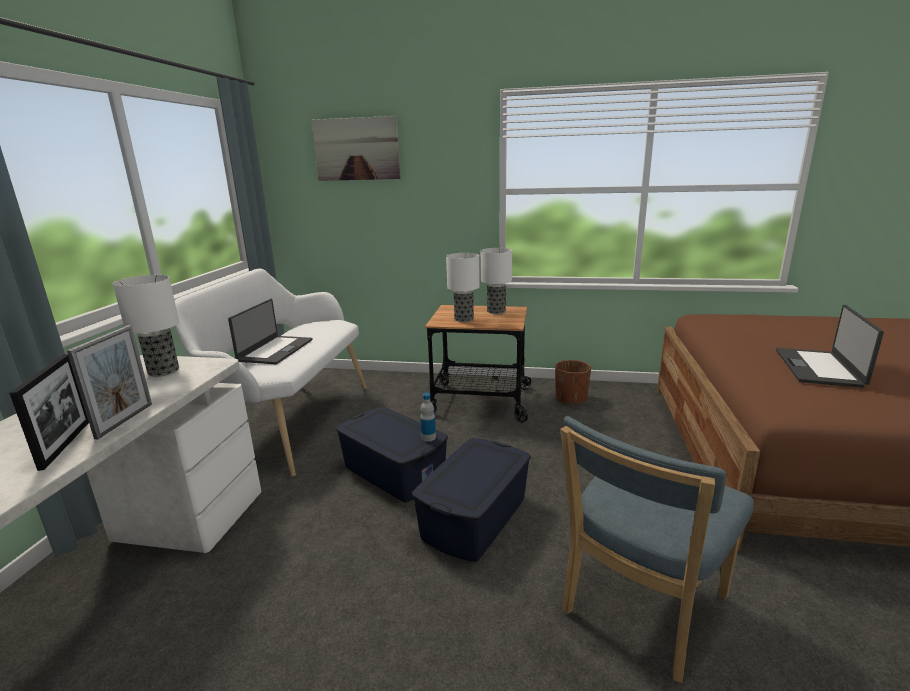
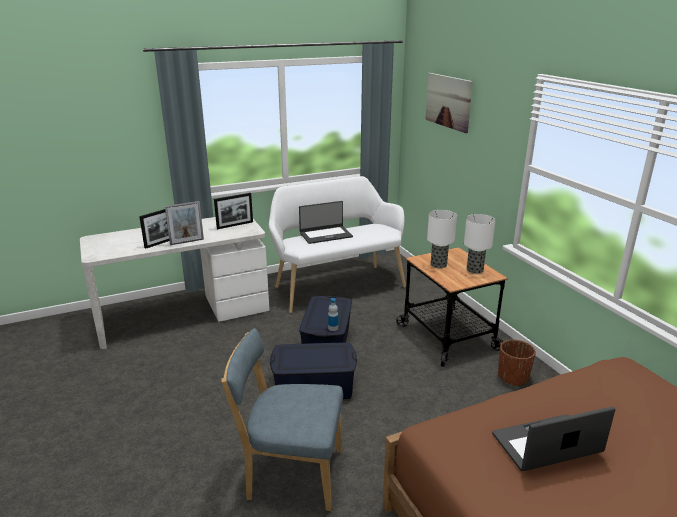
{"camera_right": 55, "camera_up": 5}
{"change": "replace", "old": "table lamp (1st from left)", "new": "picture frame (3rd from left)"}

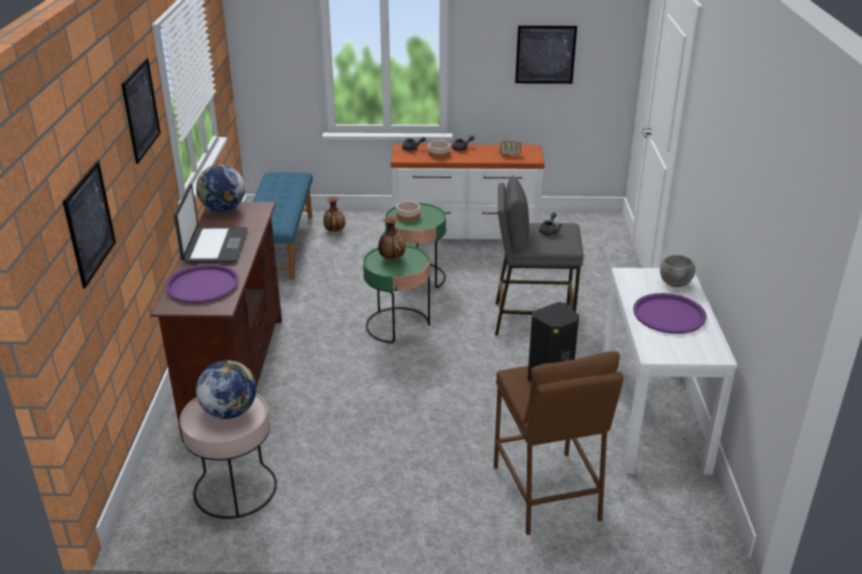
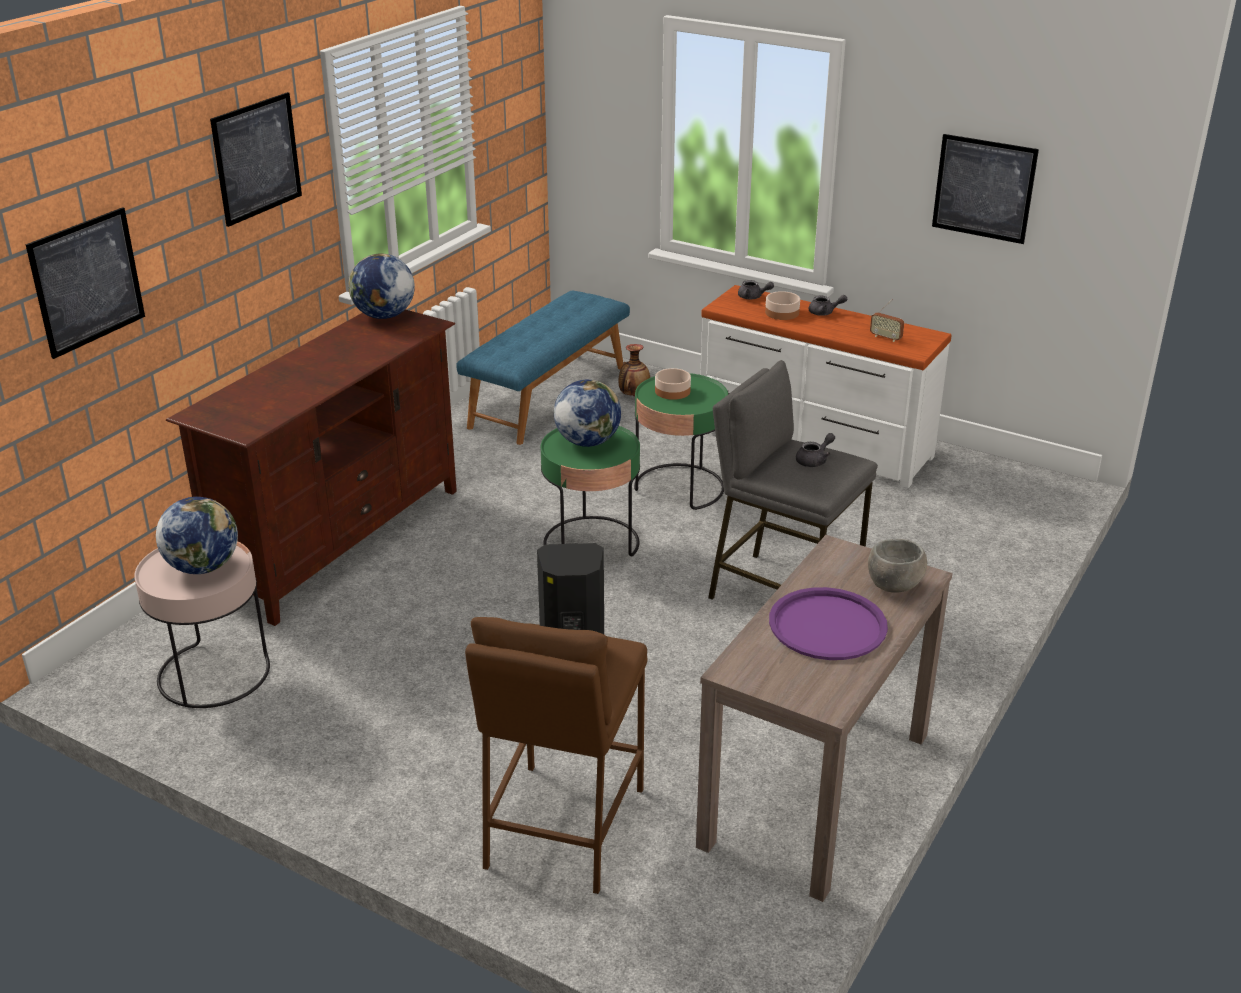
{"camera_right": 30, "camera_up": 0}
{"change": "delete", "old": "purple tray (1st from left)"}
{"change": "delete", "old": "laptop"}
{"change": "replace", "old": "vase (2nd from left)", "new": "globe (3rd from left)"}
{"change": "recolor", "old": "white console table", "new": "brown console table"}

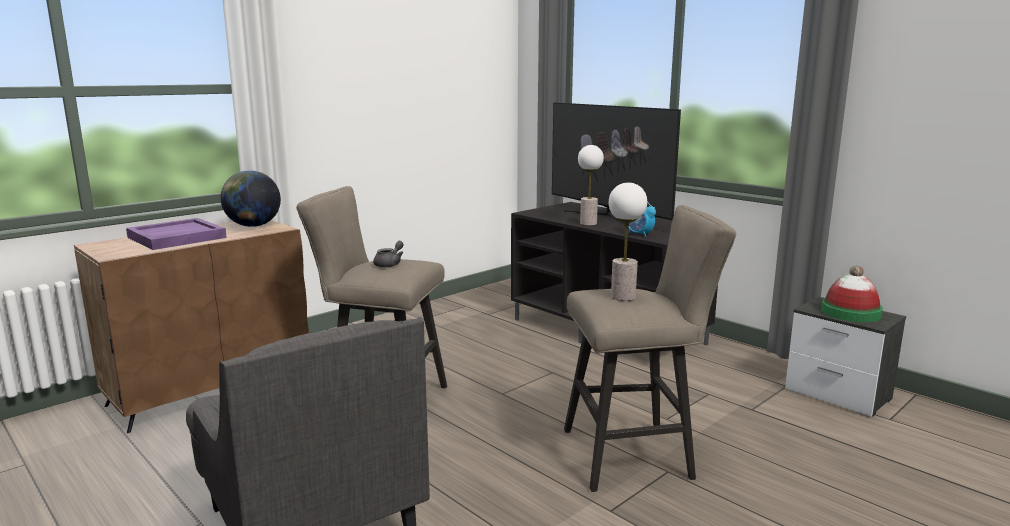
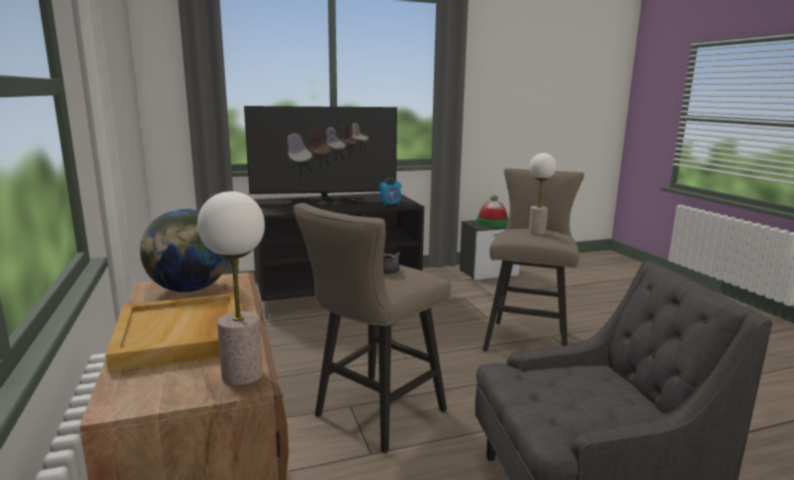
{"camera_right": -65, "camera_up": 0}
{"change": "recolor", "old": "purple tray", "new": "beige tray"}
{"change": "move", "old": "table lamp (1st from left)"}

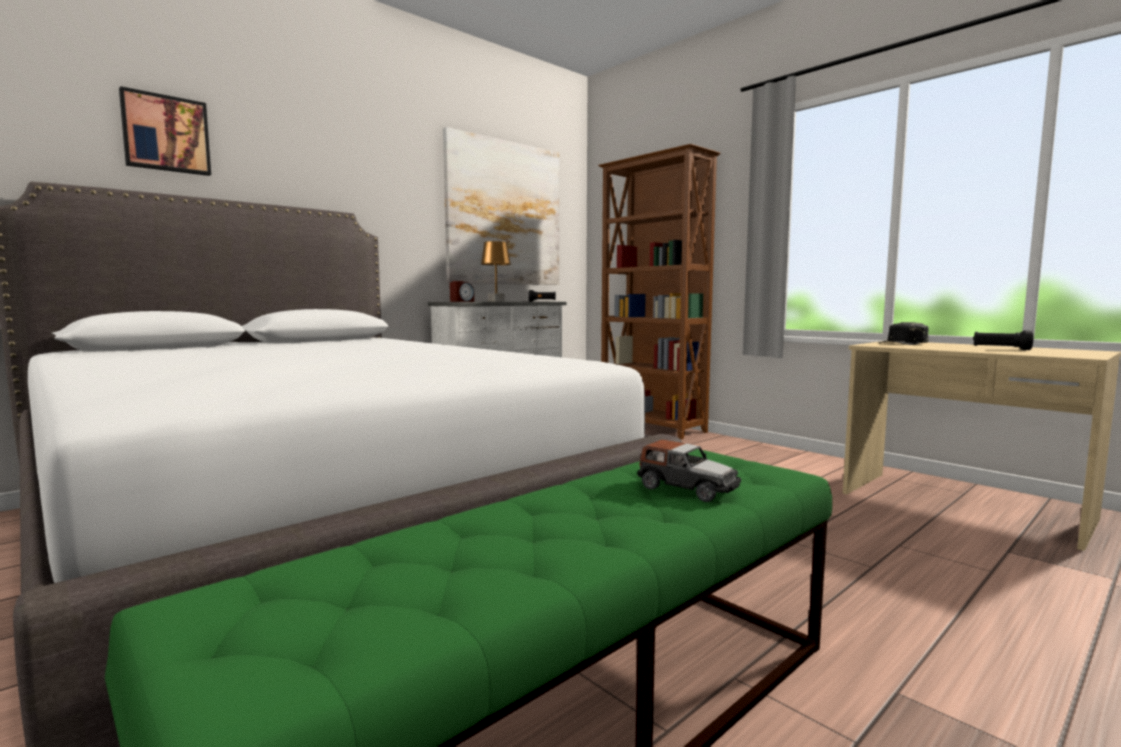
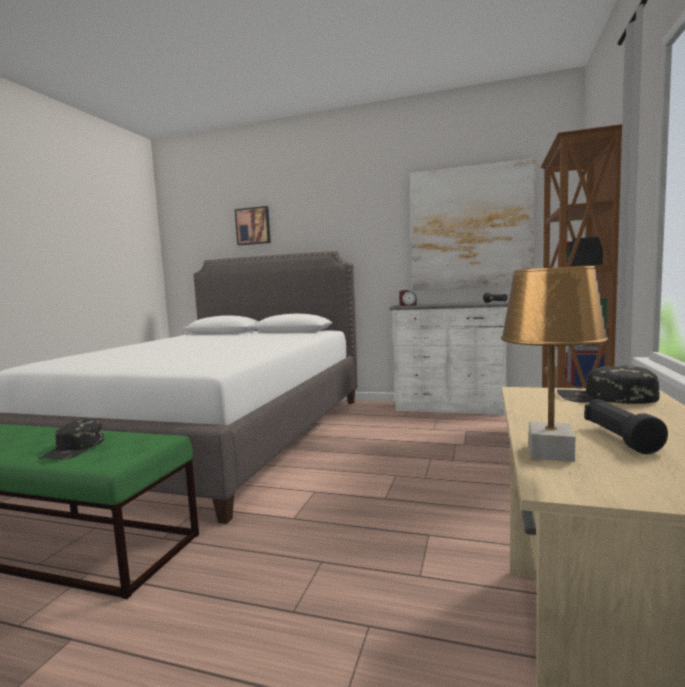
{"camera_right": 60, "camera_up": 0}
{"change": "move", "old": "brown table lamp"}
{"change": "replace", "old": "toy car", "new": "black cap (1st from left)"}

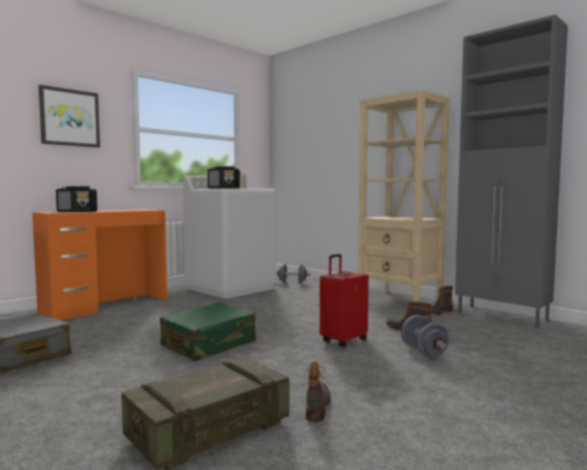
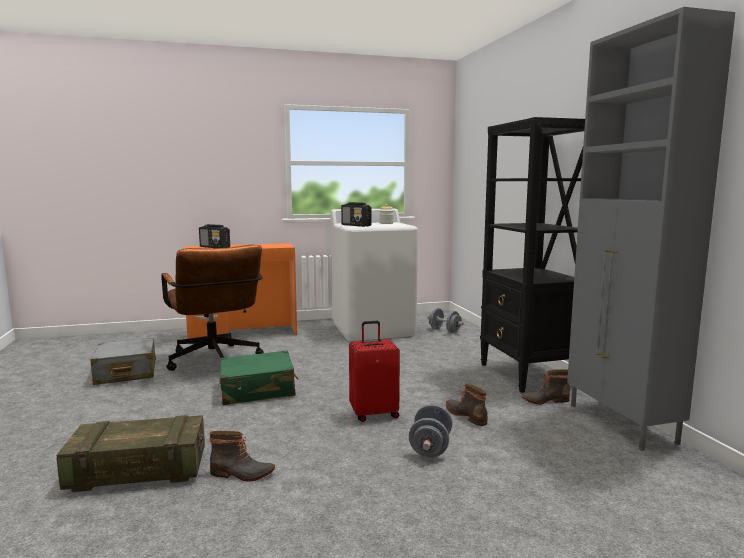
{"camera_right": 30, "camera_up": 5}
{"change": "delete", "old": "picture"}
{"change": "rotate", "old": "boot (1st from left)", "degrees": 60}
{"change": "recolor", "old": "beige bookcase", "new": "black bookcase"}
{"change": "insert", "new": "brown office chair"}

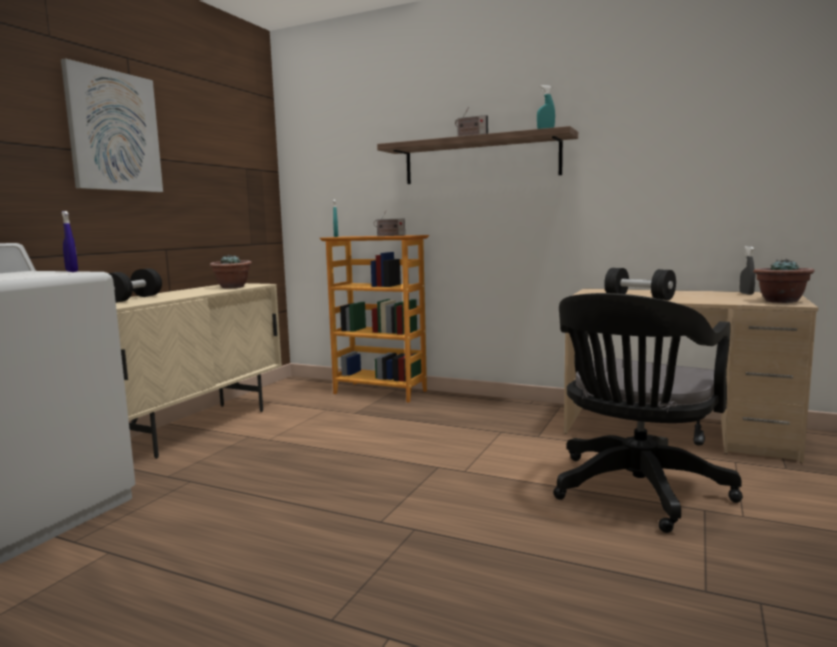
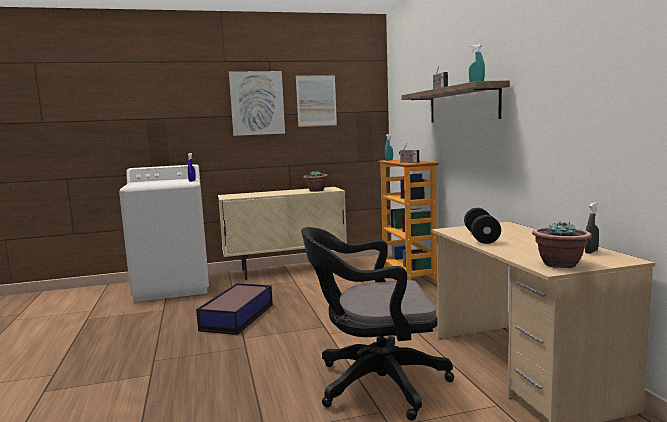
{"camera_right": 50, "camera_up": 0}
{"change": "delete", "old": "black dumbbell (1st from left)"}
{"change": "insert", "new": "storage box"}
{"change": "insert", "new": "picture (2nd from left)"}

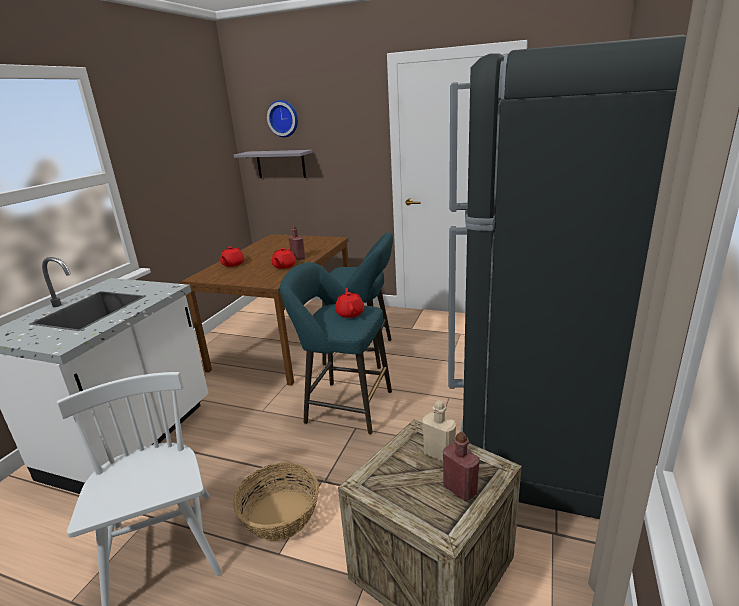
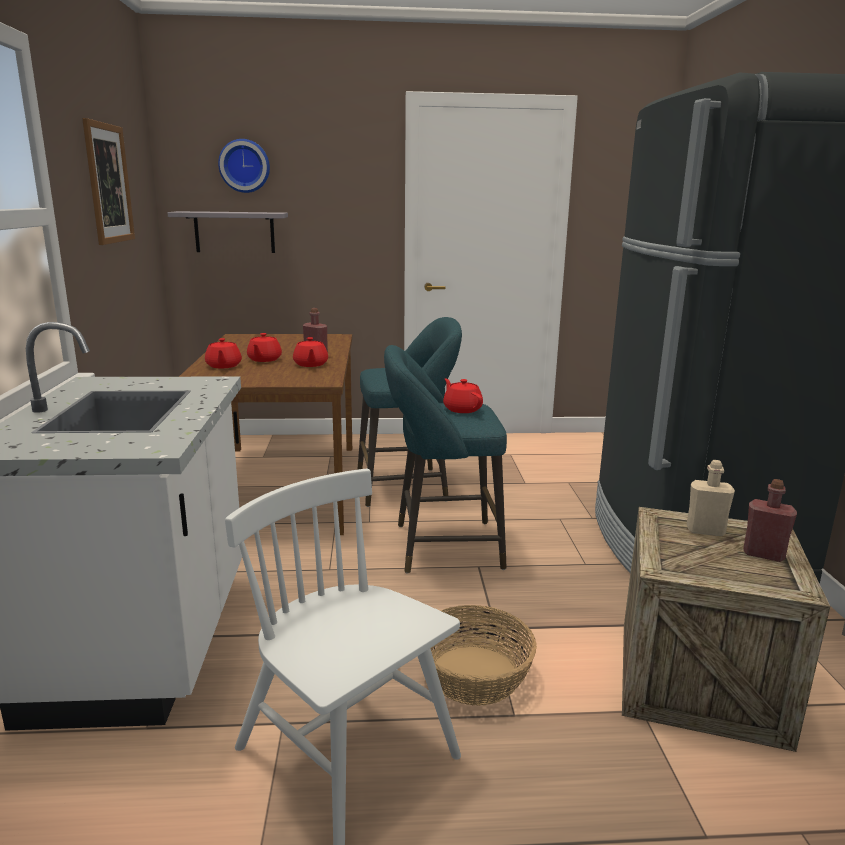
{"camera_right": -25, "camera_up": -5}
{"change": "insert", "new": "picture"}
{"change": "insert", "new": "red teapot (2nd from left)"}

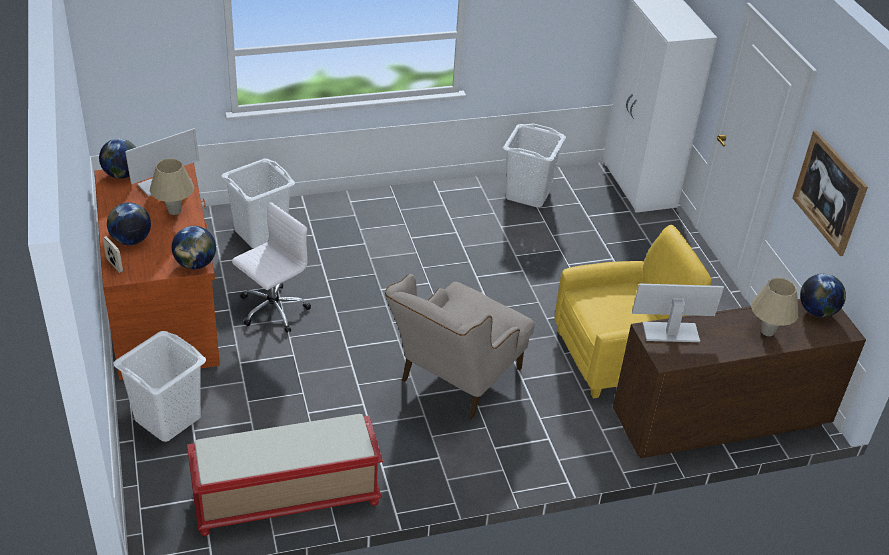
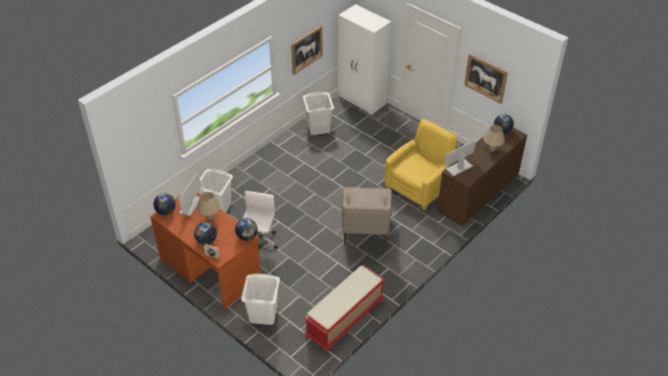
{"camera_right": -30, "camera_up": 5}
{"change": "insert", "new": "picture (1st from left)"}

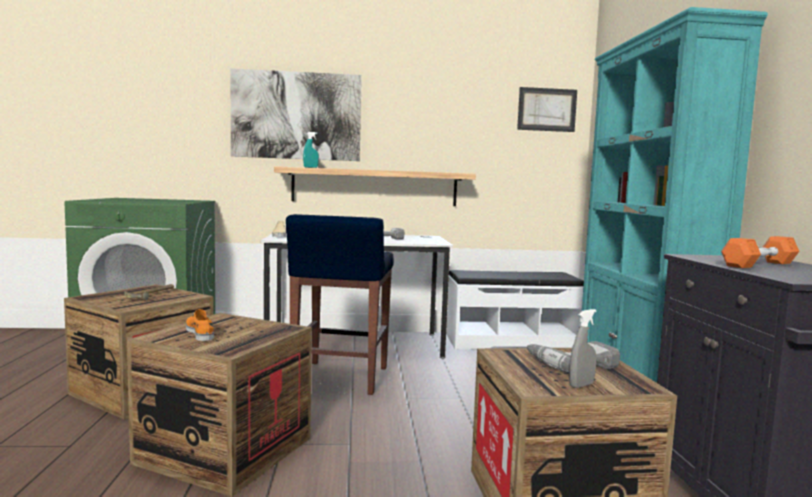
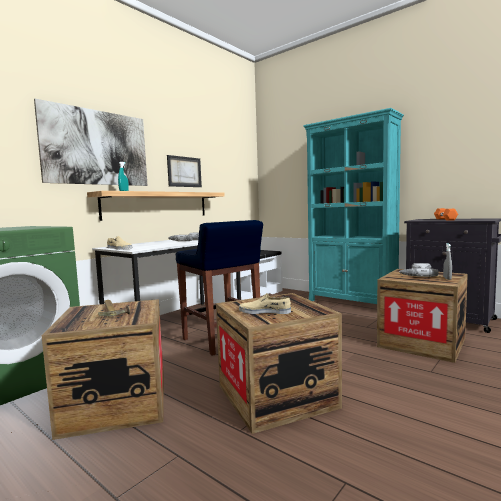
{"camera_right": -45, "camera_up": 0}
{"change": "recolor", "old": "orange shoe", "new": "beige shoe (2nd from left)"}
{"change": "move", "old": "picture (2nd from left)"}

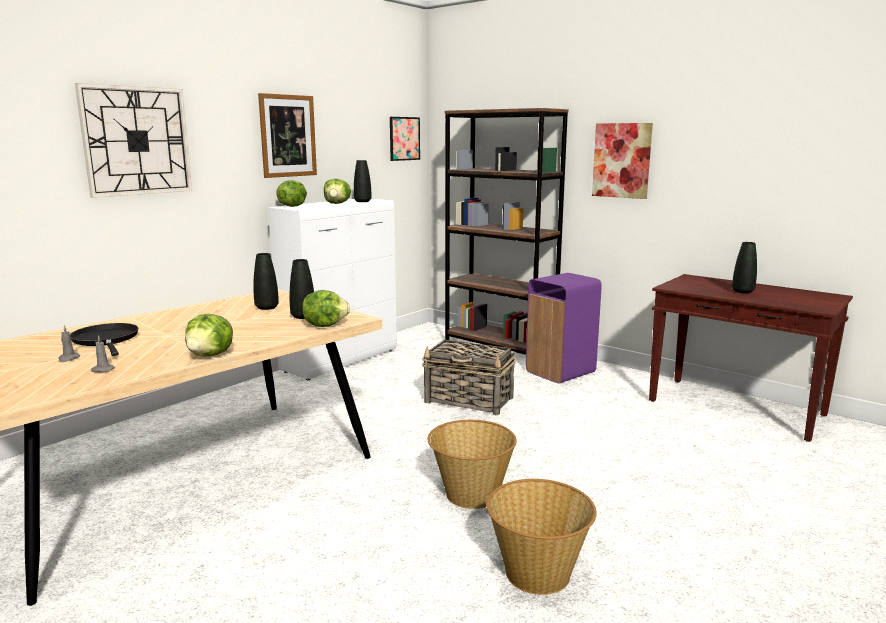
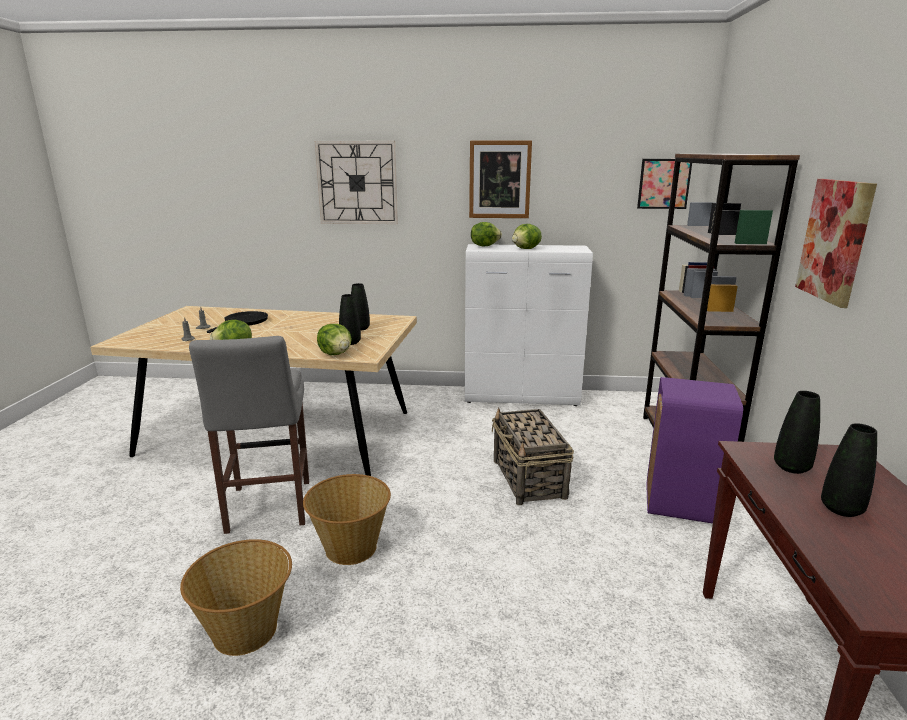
{"camera_right": 55, "camera_up": 5}
{"change": "move", "old": "black vase (3rd from left)"}
{"change": "insert", "new": "grey stool"}

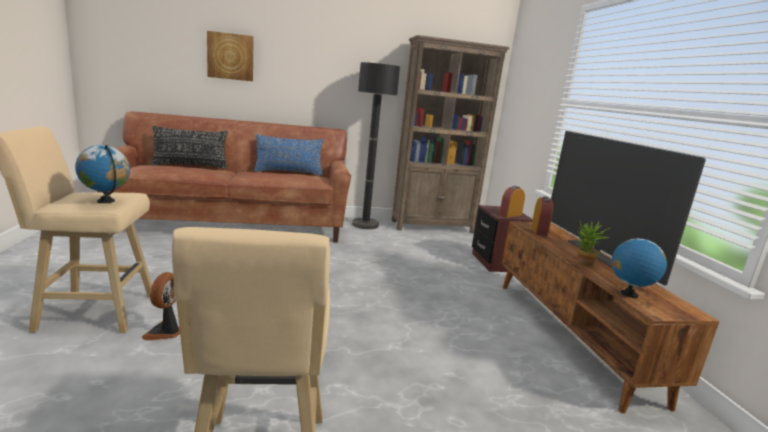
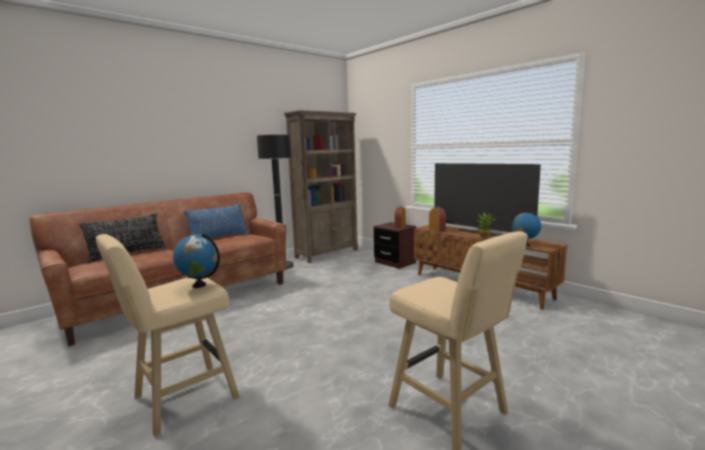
{"camera_right": -30, "camera_up": -5}
{"change": "delete", "old": "fan"}
{"change": "delete", "old": "picture"}

